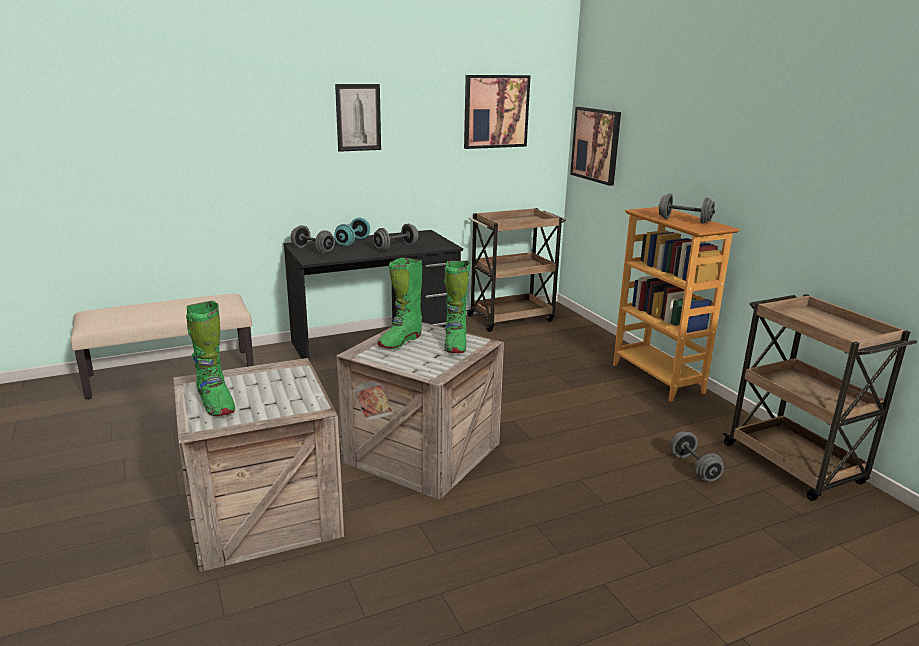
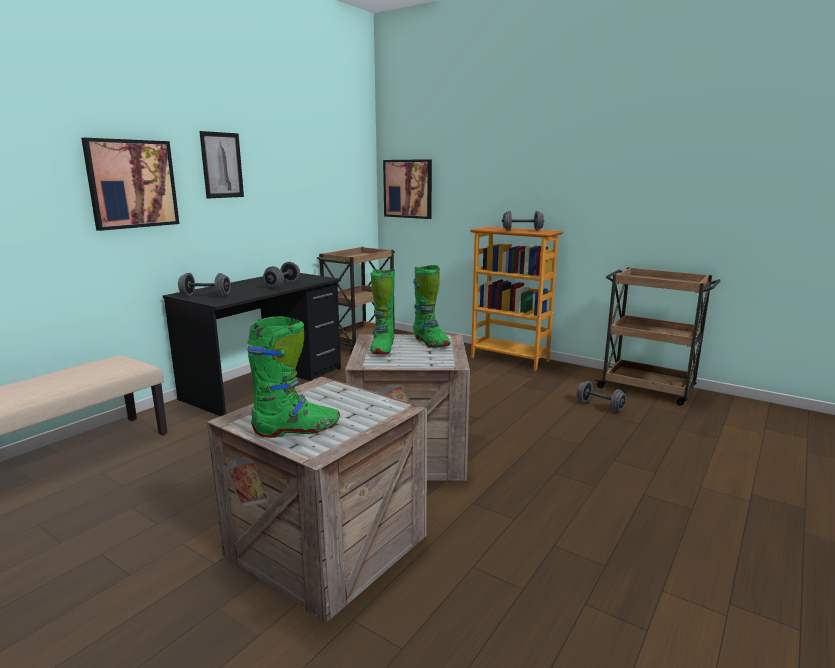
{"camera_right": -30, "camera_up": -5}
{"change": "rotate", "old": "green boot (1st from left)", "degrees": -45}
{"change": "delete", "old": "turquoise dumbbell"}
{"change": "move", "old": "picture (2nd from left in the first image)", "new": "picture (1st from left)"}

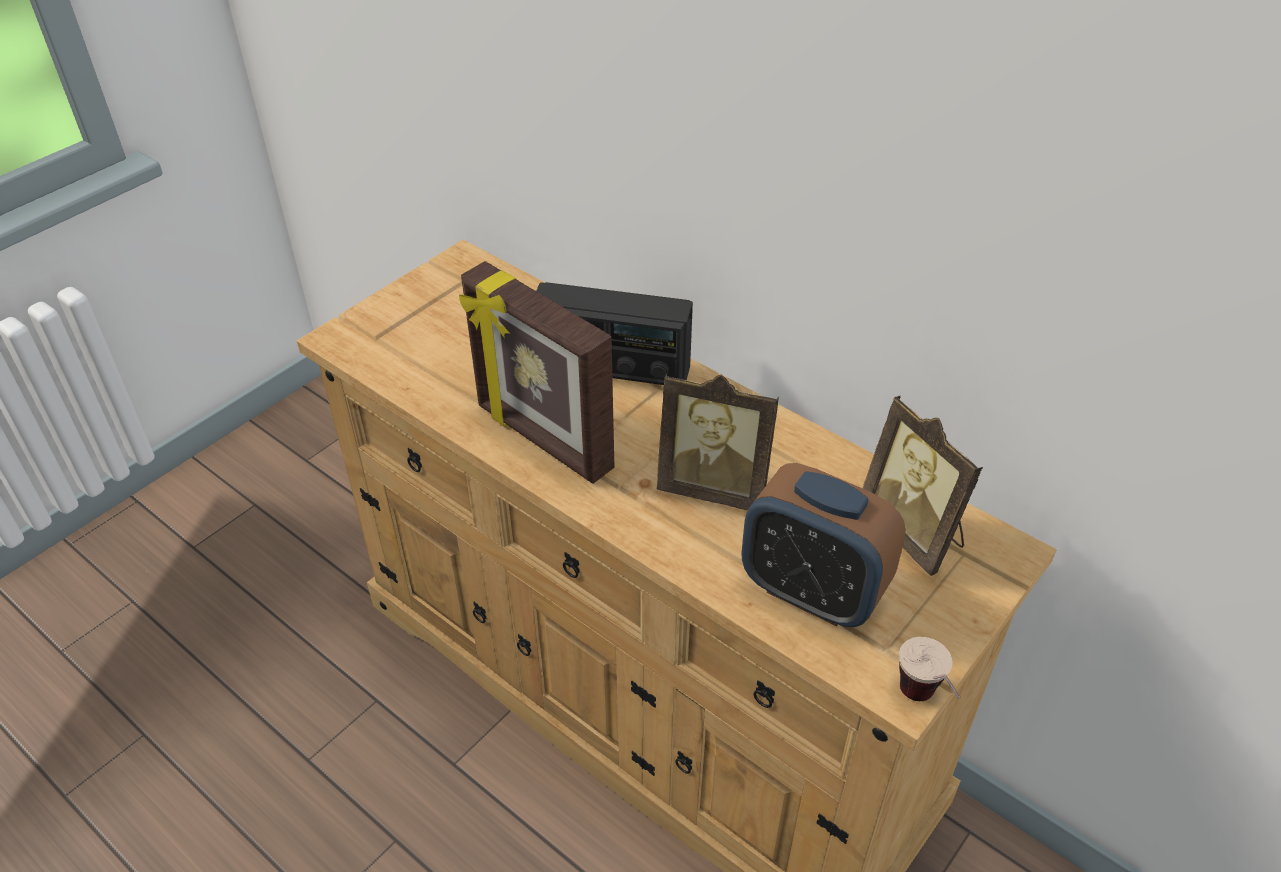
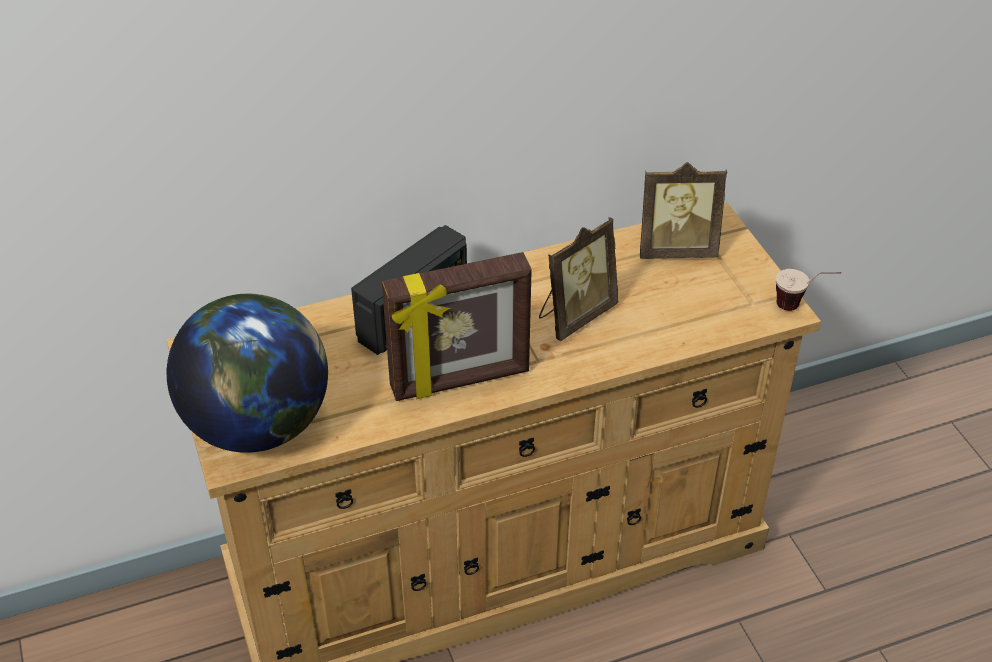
{"camera_right": -60, "camera_up": 0}
{"change": "delete", "old": "alarm clock"}
{"change": "insert", "new": "globe"}

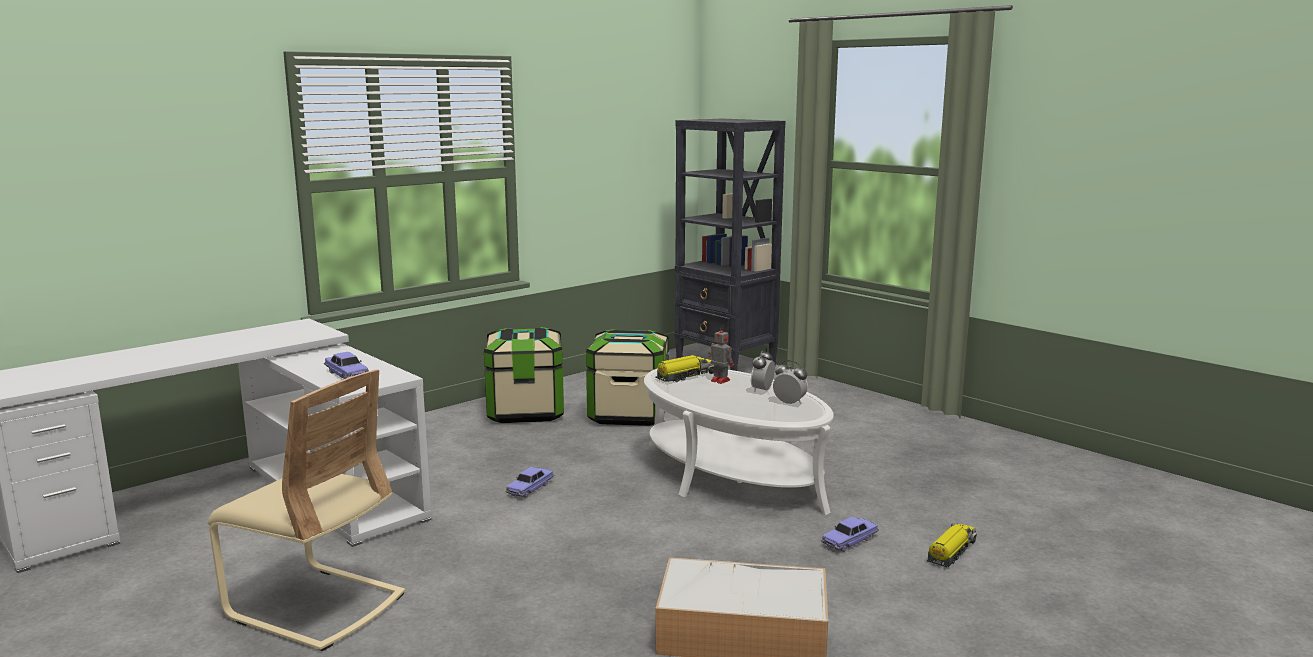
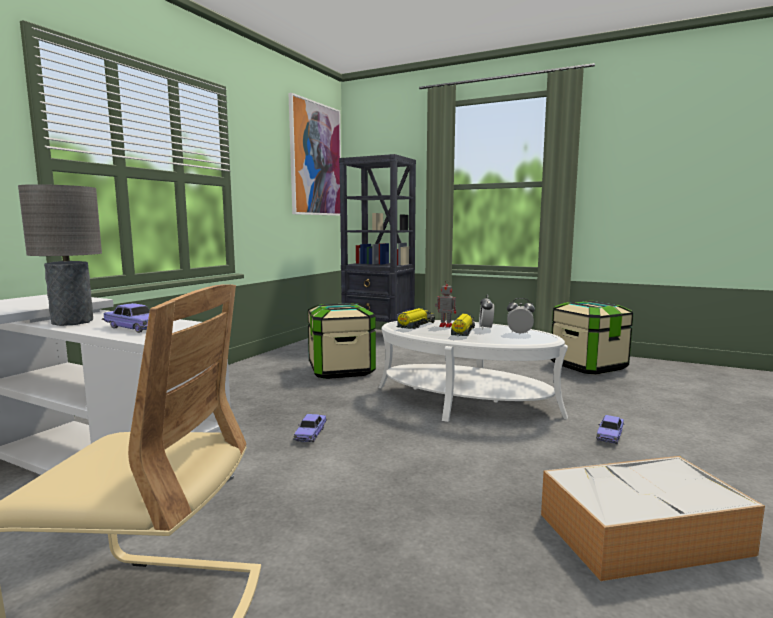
{"camera_right": -20, "camera_up": -5}
{"change": "move", "old": "storage box (1st from left in the first image)", "new": "storage box (2nd from left)"}
{"change": "move", "old": "toy truck (2nd from left)"}
{"change": "insert", "new": "grey table lamp"}
{"change": "insert", "new": "picture"}

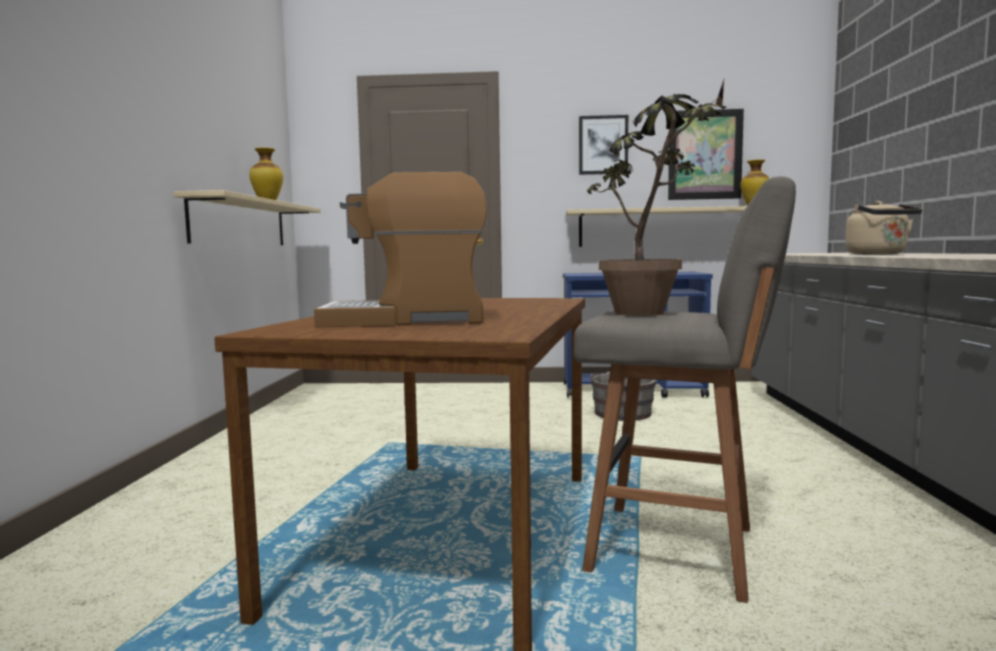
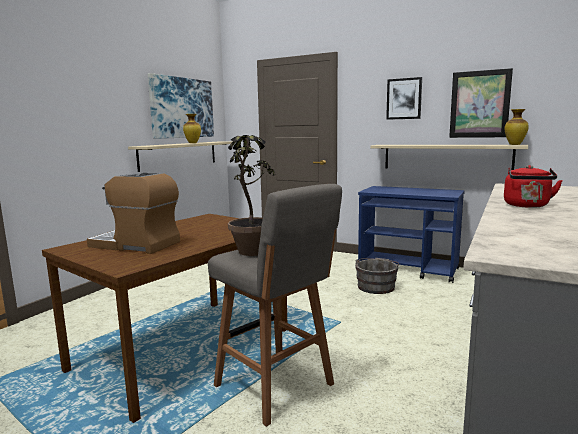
{"camera_right": 25, "camera_up": 5}
{"change": "recolor", "old": "beige kettle", "new": "red kettle"}
{"change": "insert", "new": "picture (1st from left)"}

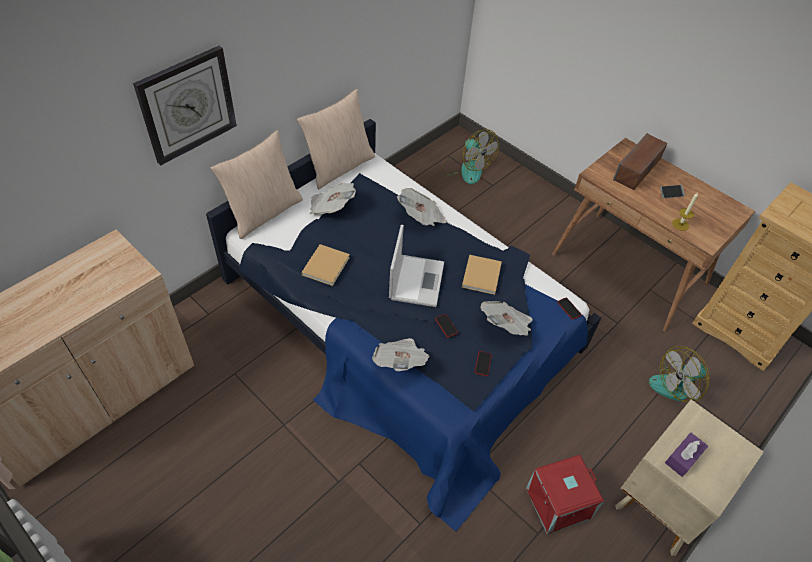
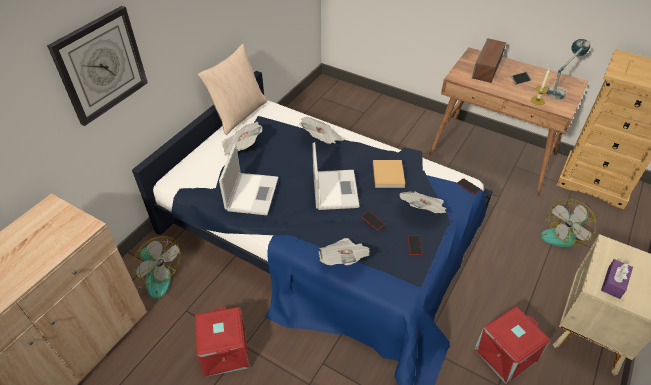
{"camera_right": -10, "camera_up": -5}
{"change": "delete", "old": "beige pillow (1st from left)"}
{"change": "replace", "old": "beige book (1st from left)", "new": "laptop (1st from left)"}
{"change": "move", "old": "fan (1st from left)"}
{"change": "insert", "new": "red storage box (1st from left)"}
{"change": "insert", "new": "table lamp"}

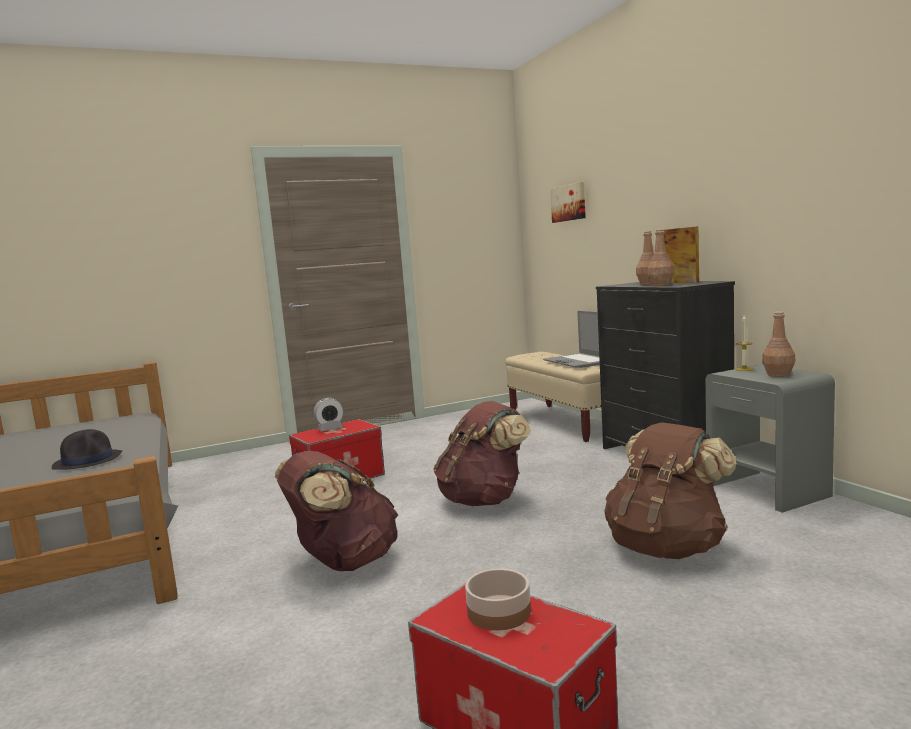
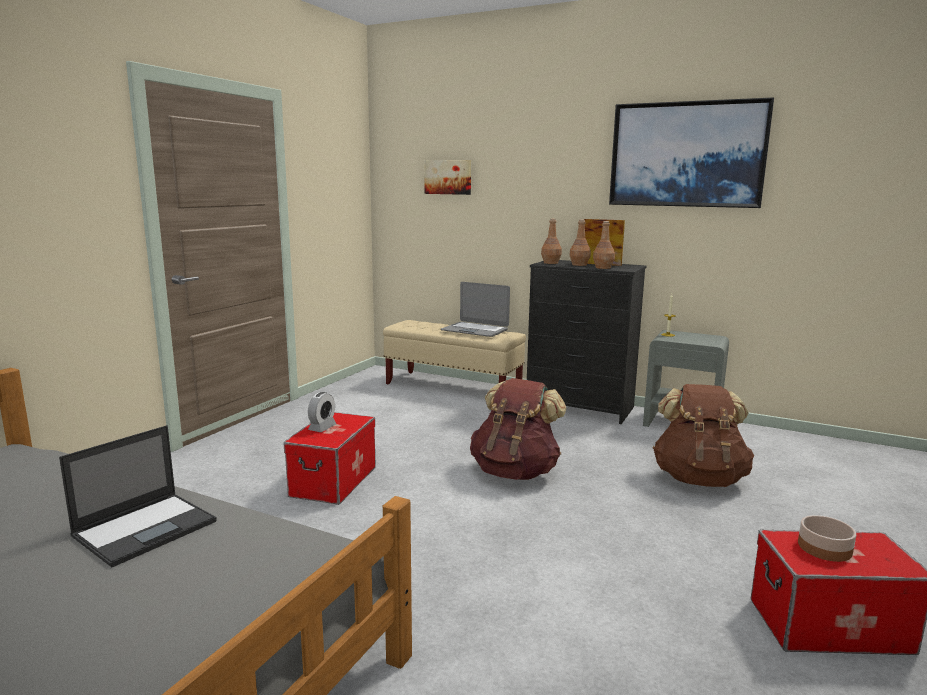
{"camera_right": -40, "camera_up": 5}
{"change": "replace", "old": "black hat", "new": "laptop (1st from left)"}
{"change": "delete", "old": "brown backpack (1st from left)"}
{"change": "move", "old": "brown bottle (3rd from left in the first image)", "new": "brown bottle (1st from left)"}
{"change": "insert", "new": "picture (2nd from left)"}

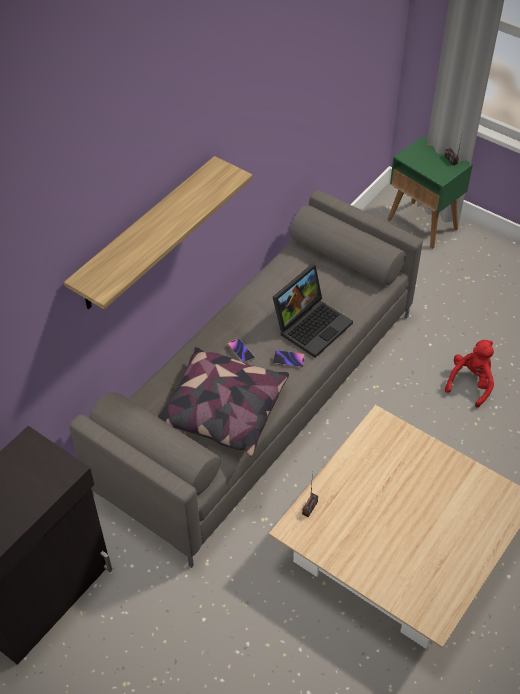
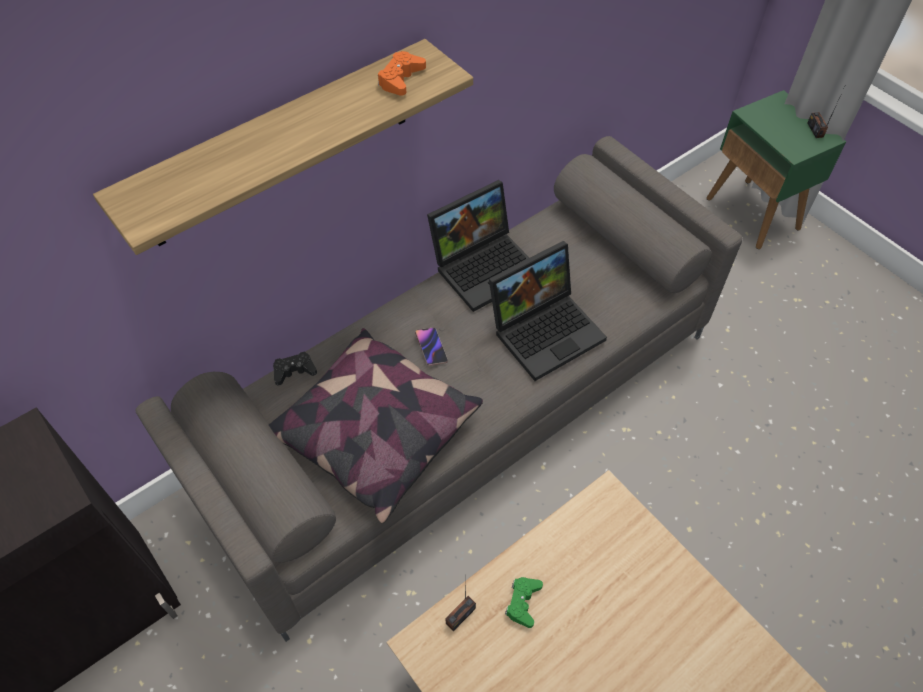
{"camera_right": 15, "camera_up": 5}
{"change": "delete", "old": "phone (2nd from left)"}
{"change": "delete", "old": "red plush toy"}
{"change": "insert", "new": "black game controller"}
{"change": "insert", "new": "orange game controller"}
{"change": "insert", "new": "laptop (1st from left)"}
{"change": "insert", "new": "green game controller"}

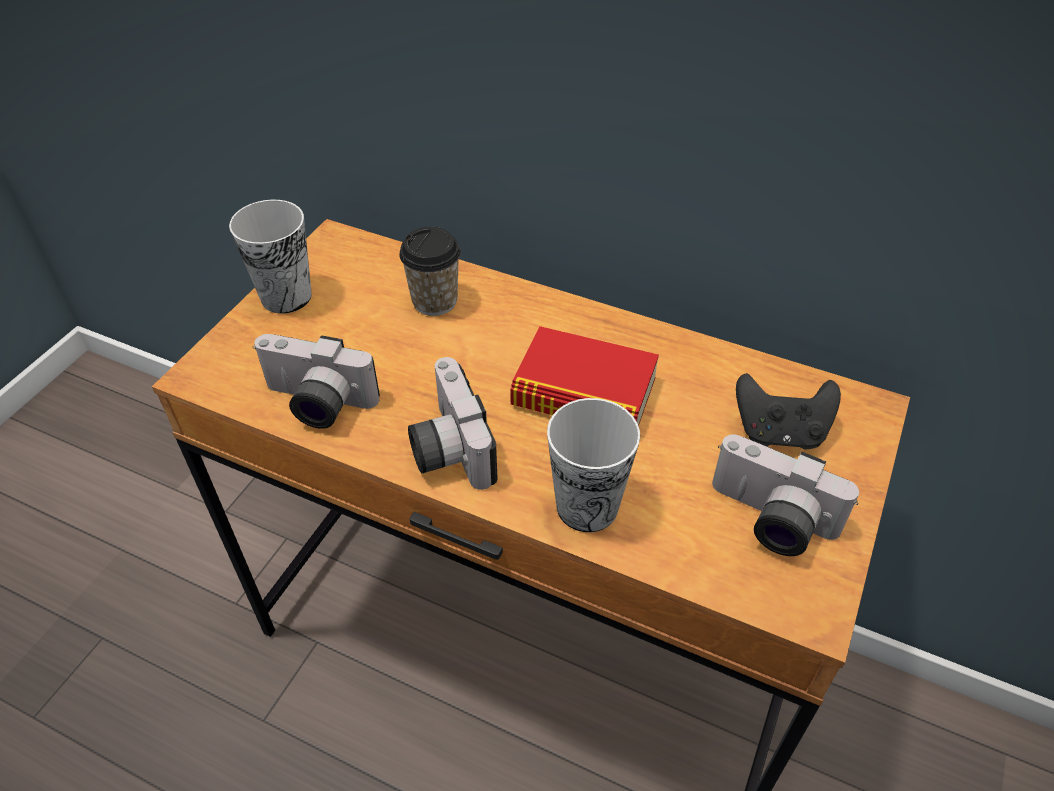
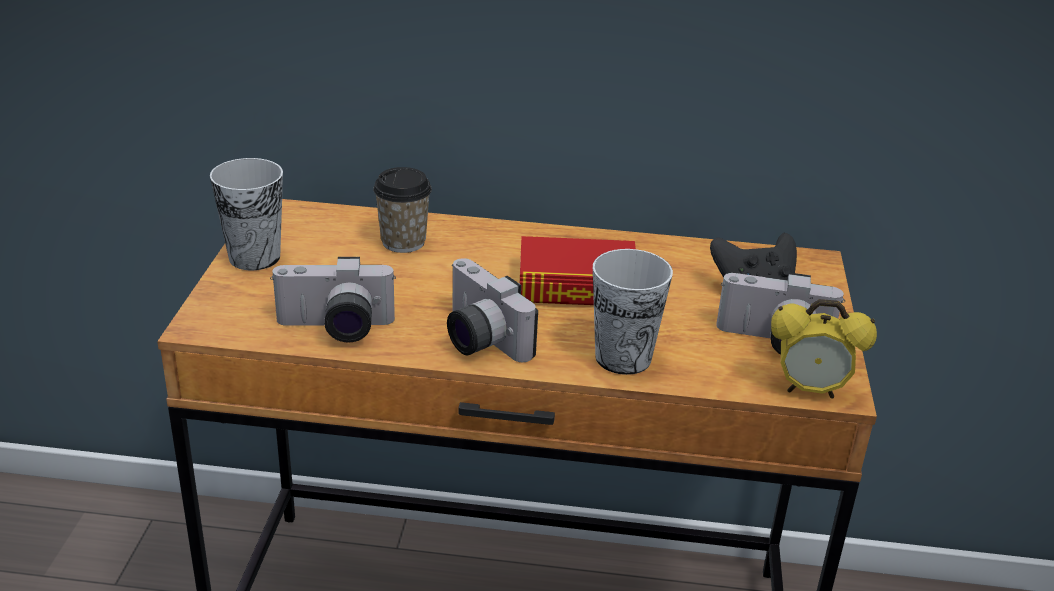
{"camera_right": -20, "camera_up": -15}
{"change": "insert", "new": "alarm clock"}

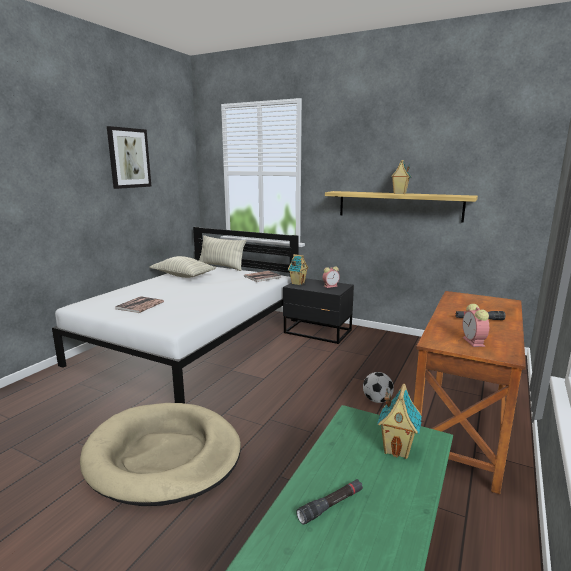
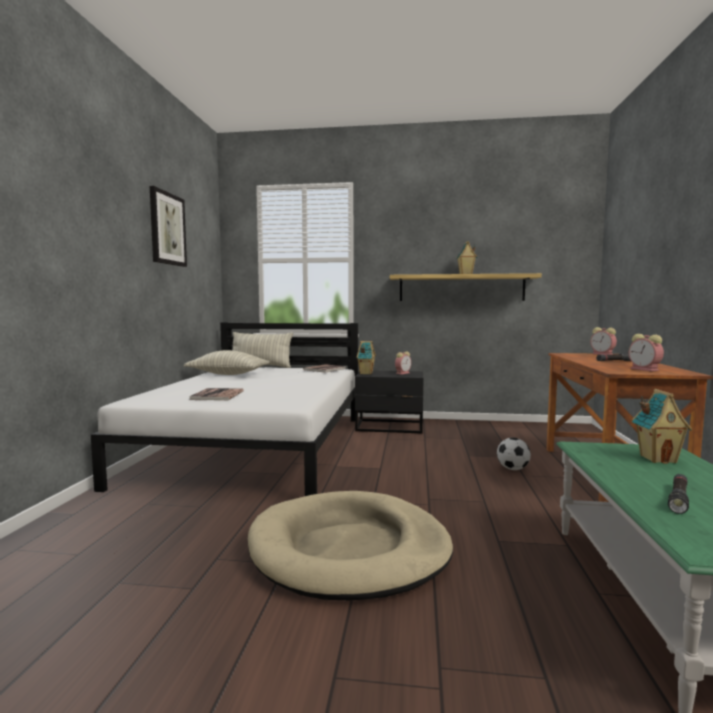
{"camera_right": -20, "camera_up": -10}
{"change": "insert", "new": "alarm clock (2nd from left)"}

